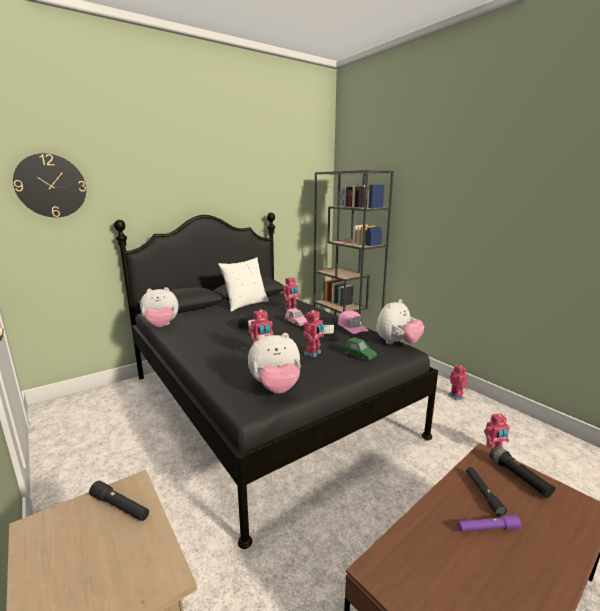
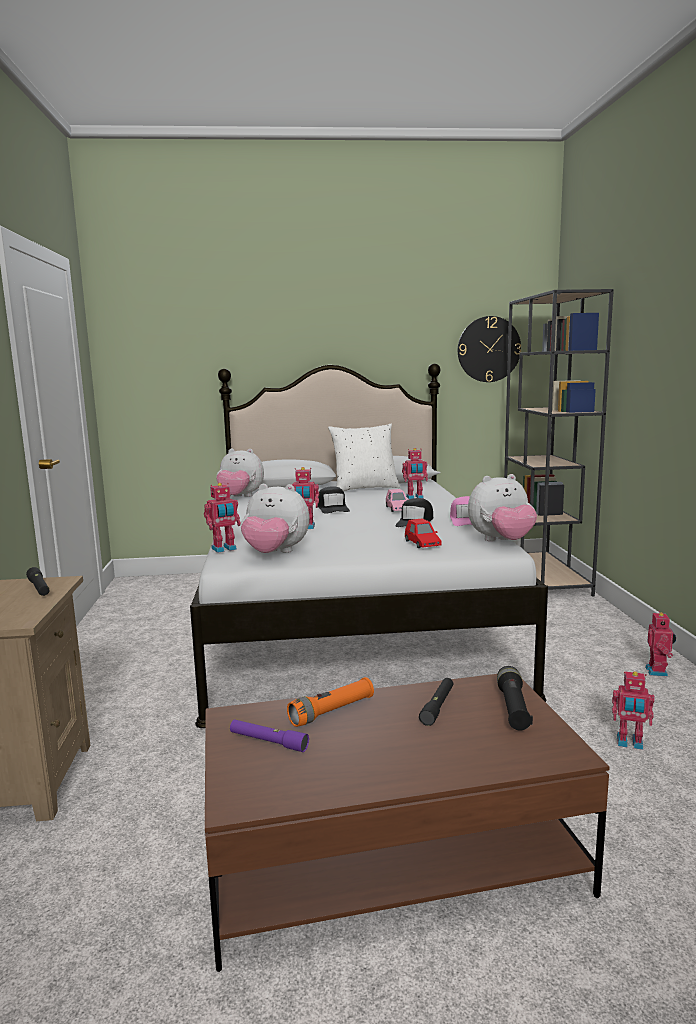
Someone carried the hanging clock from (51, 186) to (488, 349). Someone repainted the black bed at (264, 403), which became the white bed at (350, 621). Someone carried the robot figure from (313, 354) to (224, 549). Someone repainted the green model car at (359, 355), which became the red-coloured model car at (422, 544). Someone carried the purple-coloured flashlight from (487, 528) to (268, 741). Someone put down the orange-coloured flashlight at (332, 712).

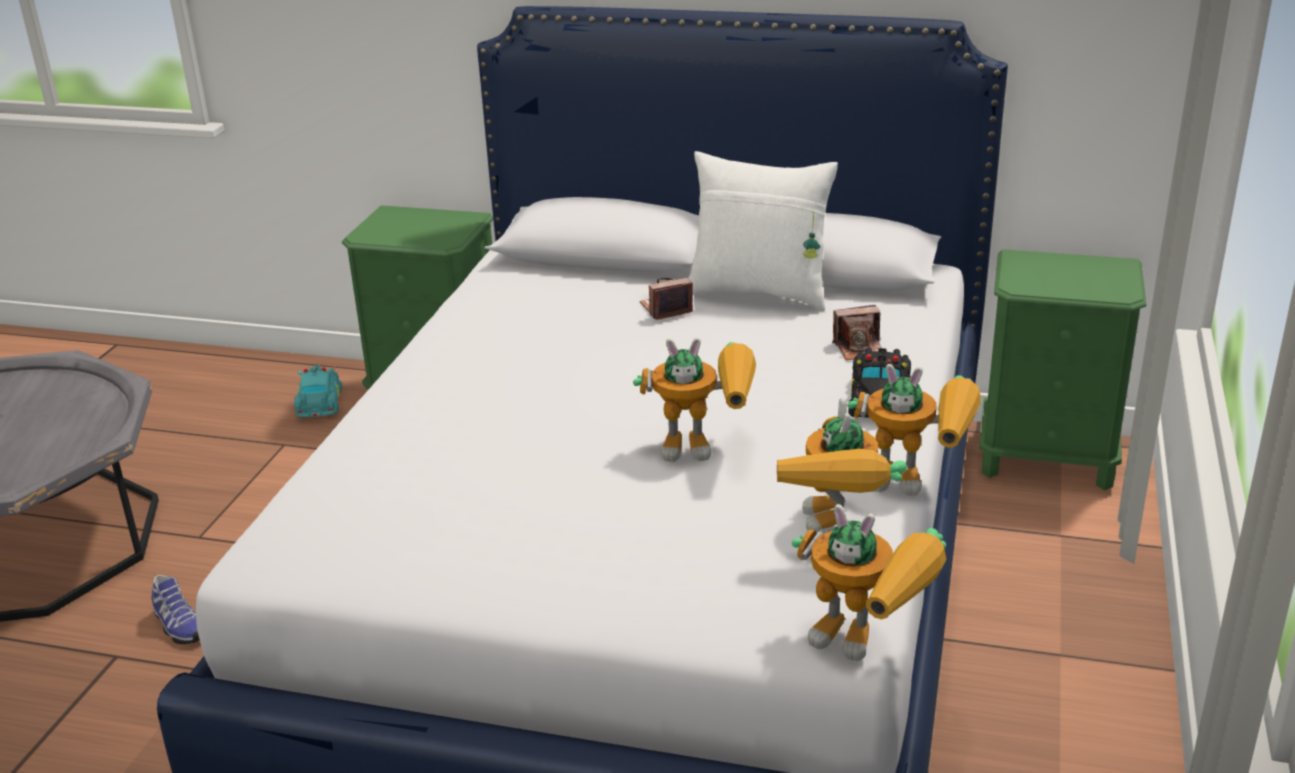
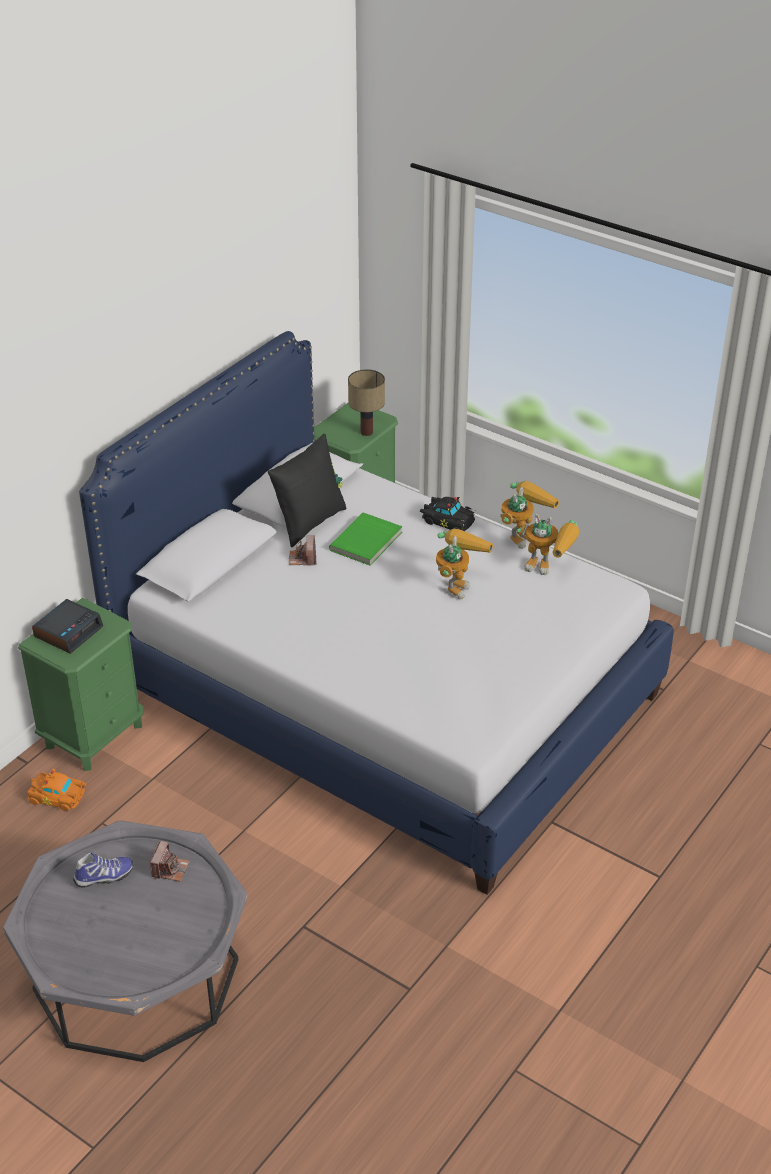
Someone carried the item of footwear from (179, 626) to (104, 877). Someone repainted the blue-green model car at (318, 405), which became the orange-coloured model car at (58, 797). Someone repainted the white cushion at (758, 294), which became the black cushion at (309, 523). Someone took away the robot figure at (869, 643). Someone carried the photo camera from (859, 349) to (170, 869). Someone put down the alarm clock at (68, 631). Someone put down the green book at (367, 541). Someone put down the tabletop lamp at (367, 432).

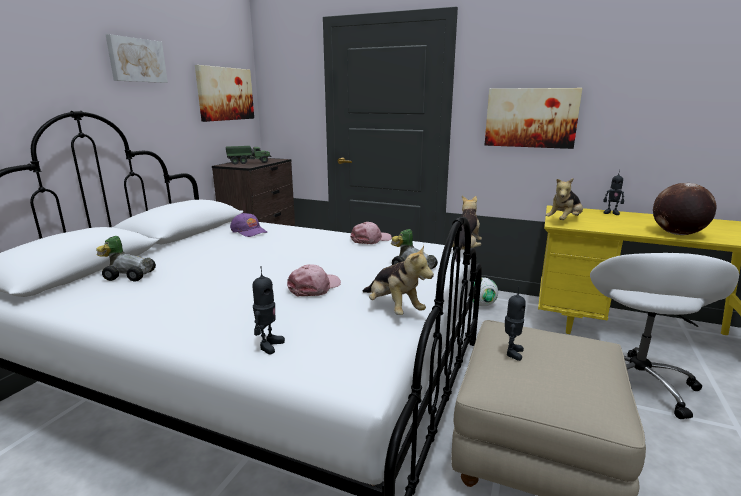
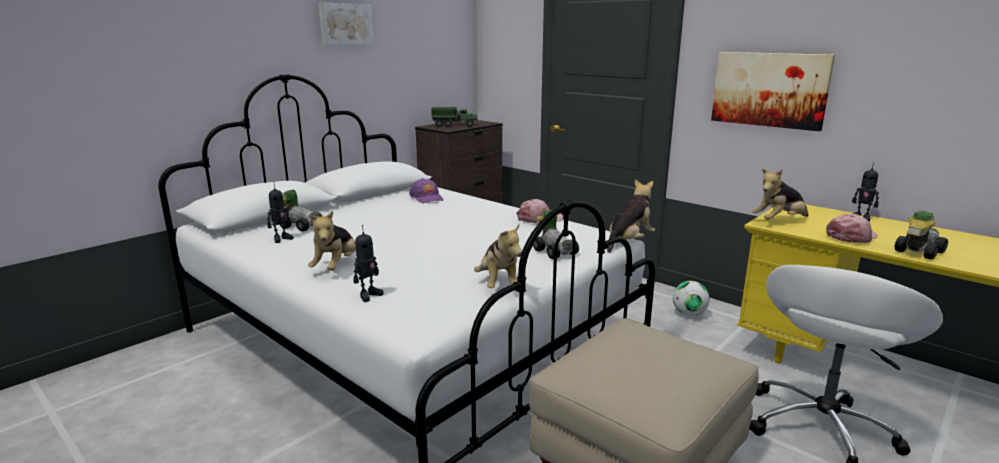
Someone took away the wall art at (225, 94). Someone carried the pink baseball cap from (315, 287) to (851, 236). Someone carried the robot figure from (512, 353) to (281, 239). Someone swapped the desk globe at (677, 234) for the model car at (916, 252). Someone put down the cuddly toy at (336, 266).

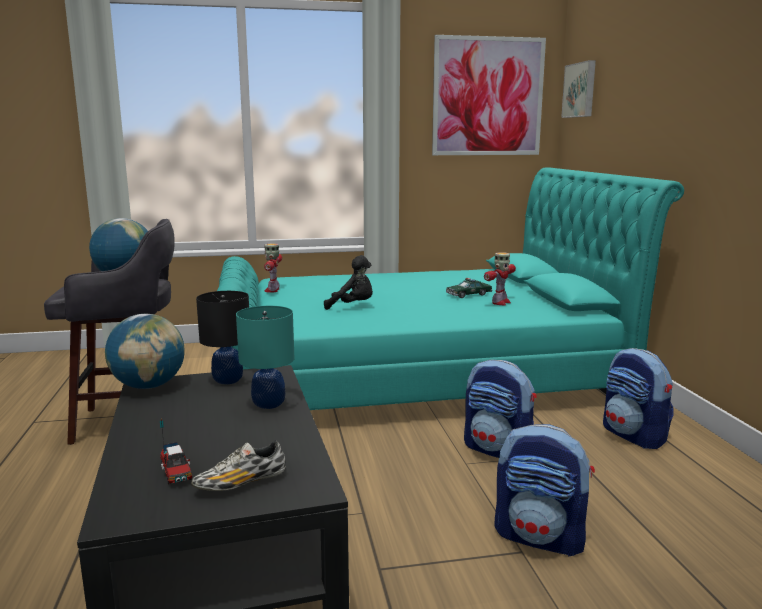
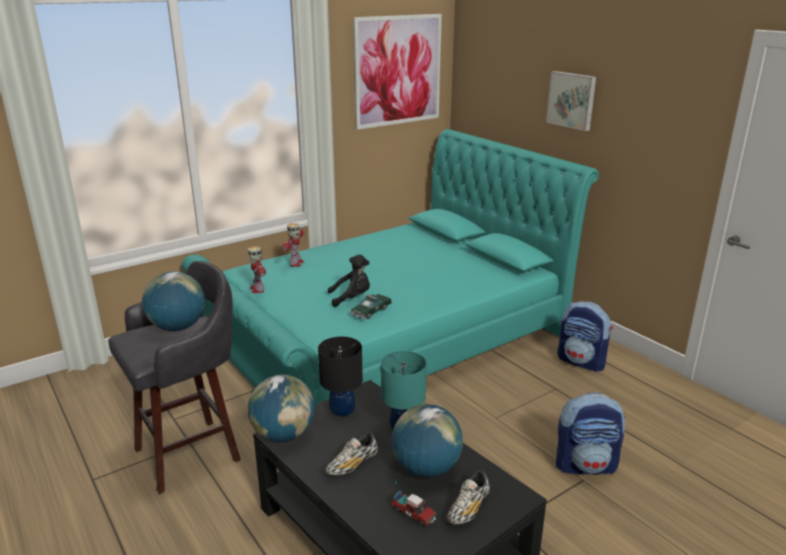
Someone carried the model car from (468, 295) to (371, 311). Someone took away the rucksack at (498, 450). Someone carried the robot figure from (500, 303) to (296, 263). Someone carried the wall art from (580, 90) to (572, 100). Someone put down the item of footwear at (352, 465). Someone put down the desk globe at (426, 468).

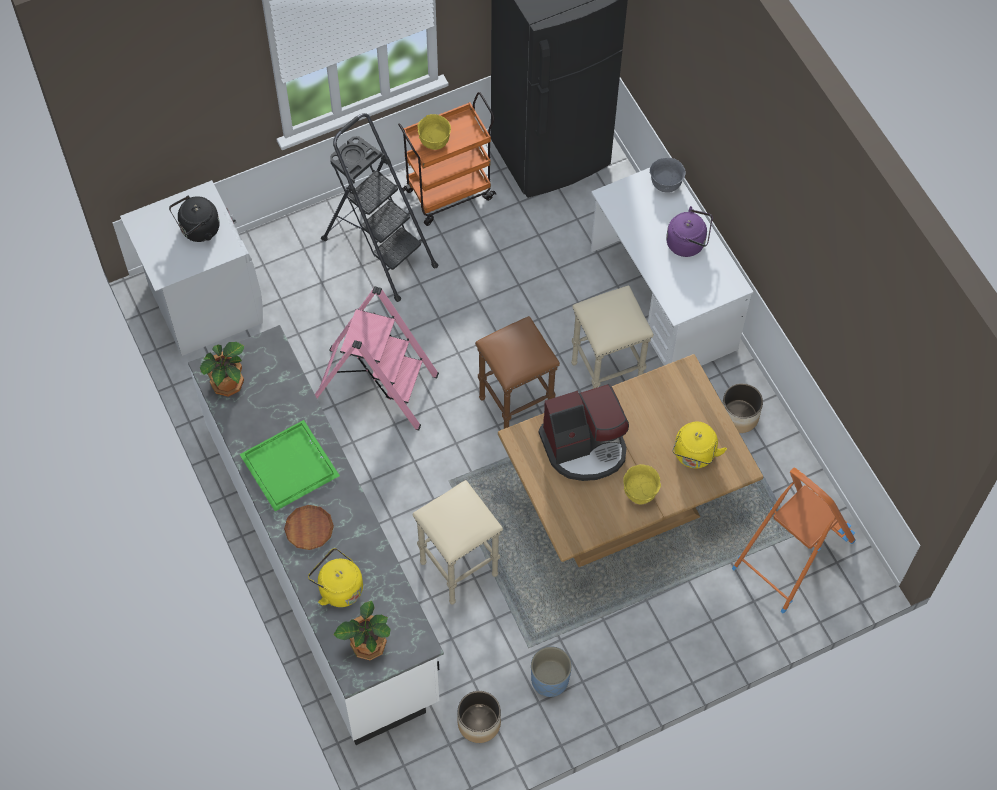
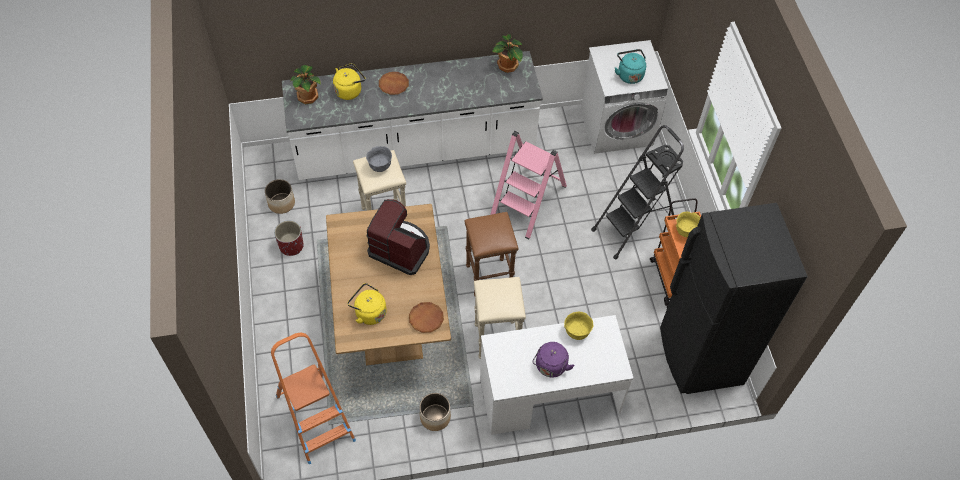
Someone repainted the black kettle at (198, 230), which became the blue-green kettle at (629, 74). Someone took away the green carrying tray at (291, 467). Someone repainted the bluish planter at (549, 680), which became the red-coloured planter at (291, 246). Someone rotated the coffee maker at (585, 447) by 120 degrees clockwise. Someone carried the yellow-coloured deep dish from (640, 492) to (577, 332). Someone carried the greyish deep dish from (665, 184) to (380, 166). Someone put down the brown-coloured dinner plate at (426, 318).

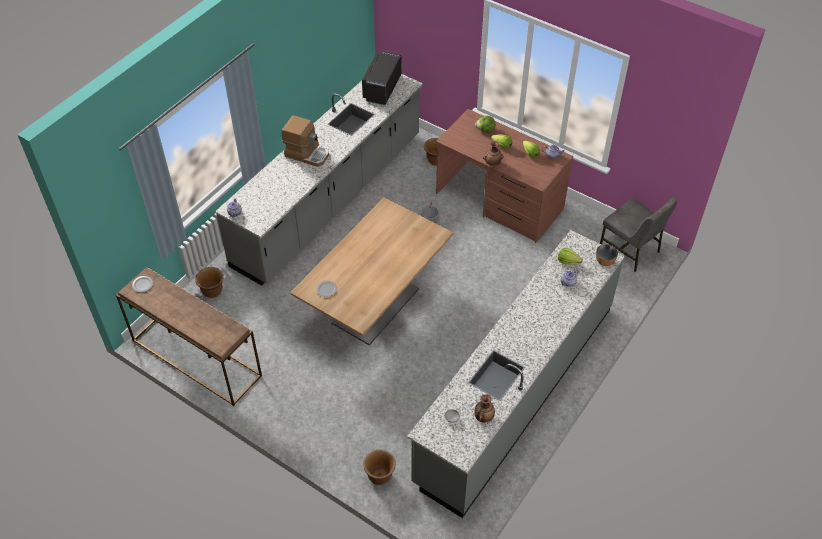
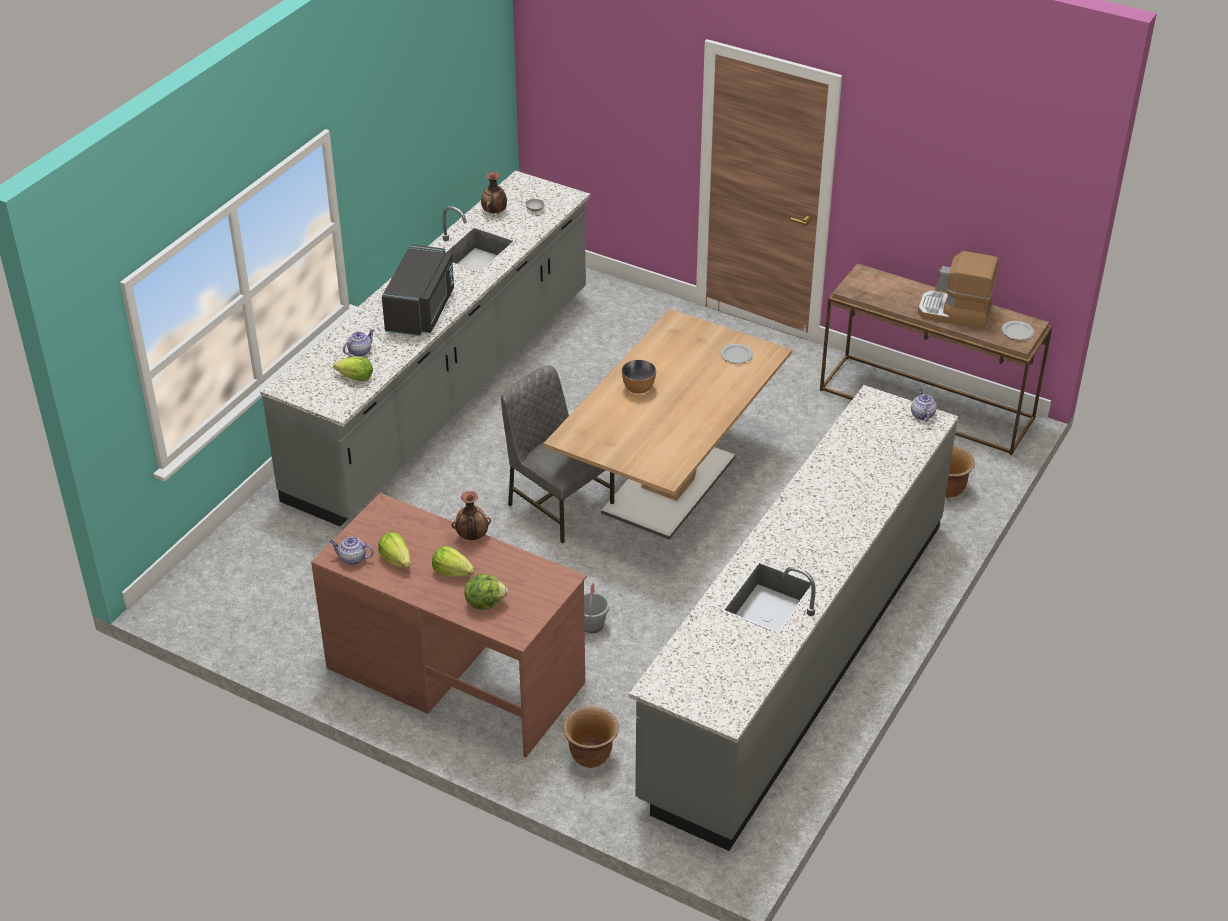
Someone carried the coffee maker from (307, 154) to (954, 313). Someone carried the black microwave oven from (381, 88) to (421, 311). Someone took away the brown-coloured planter at (380, 476). Someone carried the deep dish from (605, 262) to (638, 389). Someone carried the greyish chair from (630, 250) to (558, 505).

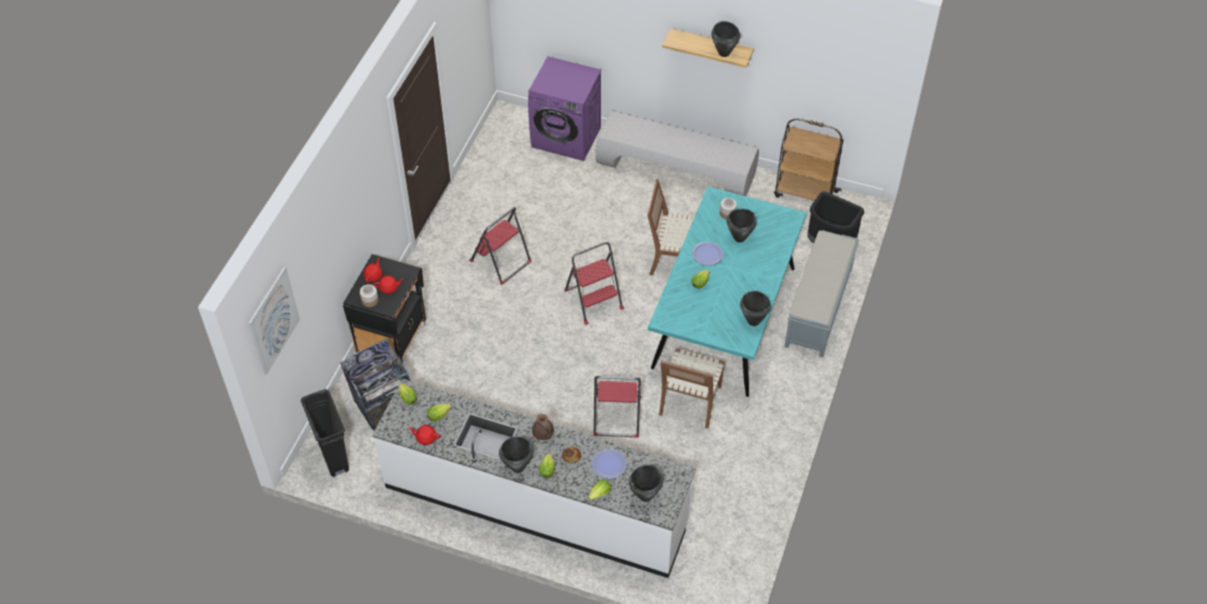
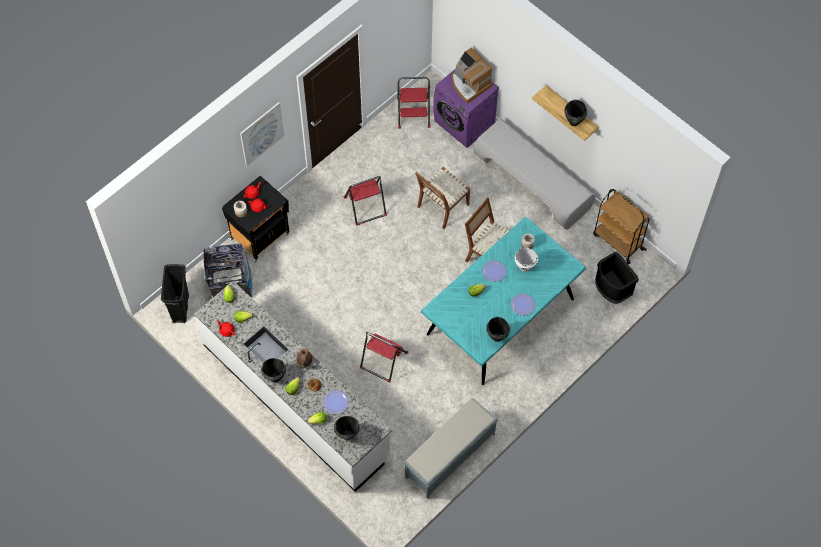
Someone carried the wall art from (274, 320) to (262, 134). Someone carried the red-coloured step stool from (593, 297) to (413, 111). Someone carried the chair from (689, 403) to (441, 207). Someone repainted the black cooking pot at (739, 238), which became the white cooking pot at (524, 267). Someone carried the greyish bench from (818, 309) to (449, 456). Someone put down the coffee maker at (469, 84). Someone put down the dinner plate at (523, 305).

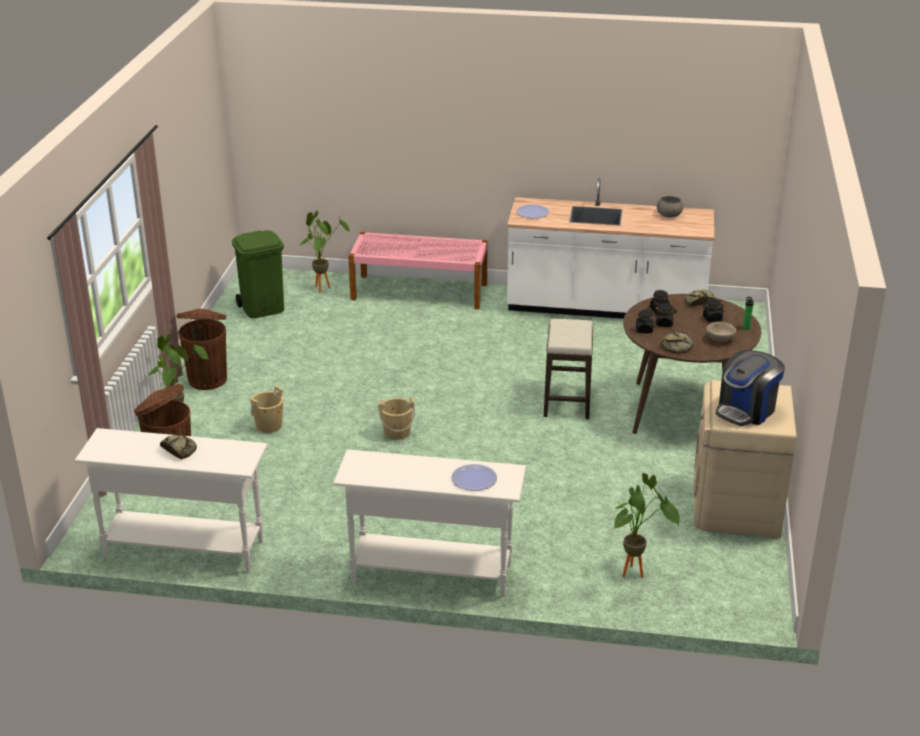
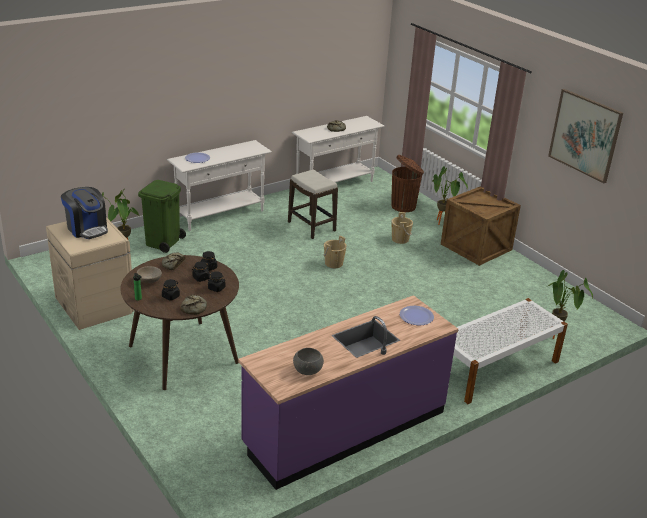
Someone swapped the brown-coloured trash can at (208, 379) for the shipping crate at (477, 247). Someone carried the green trash can from (263, 308) to (163, 242). Someone repainted the pink bench at (419, 291), which became the white bench at (496, 368). Someone repainted the white kitchen base unit at (605, 308), which became the purple-coloured kitchen base unit at (345, 429). Someone carried the stool from (567, 401) to (311, 226). Someone rotated the coffee maker at (746, 410) by 135 degrees clockwise. Someone put up the wall art at (585, 135).

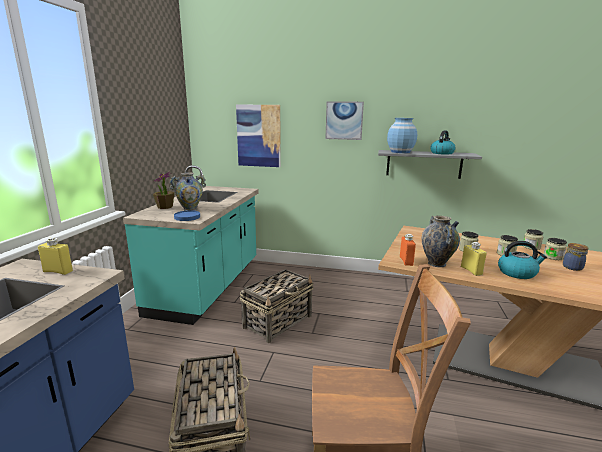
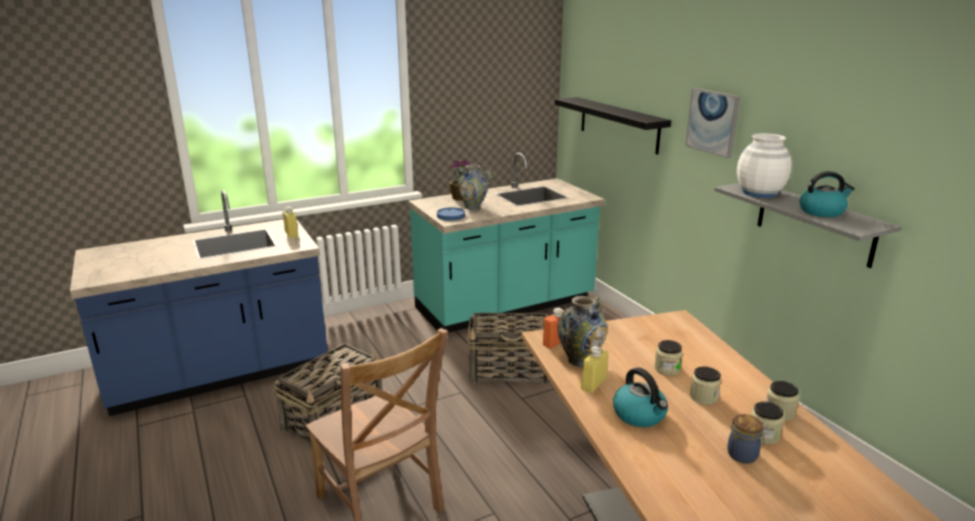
Someone swapped the wall art at (259, 136) for the black wall shelf at (618, 124). Someone repainted the bluish decorative vase at (400, 152), which became the white decorative vase at (759, 193).

